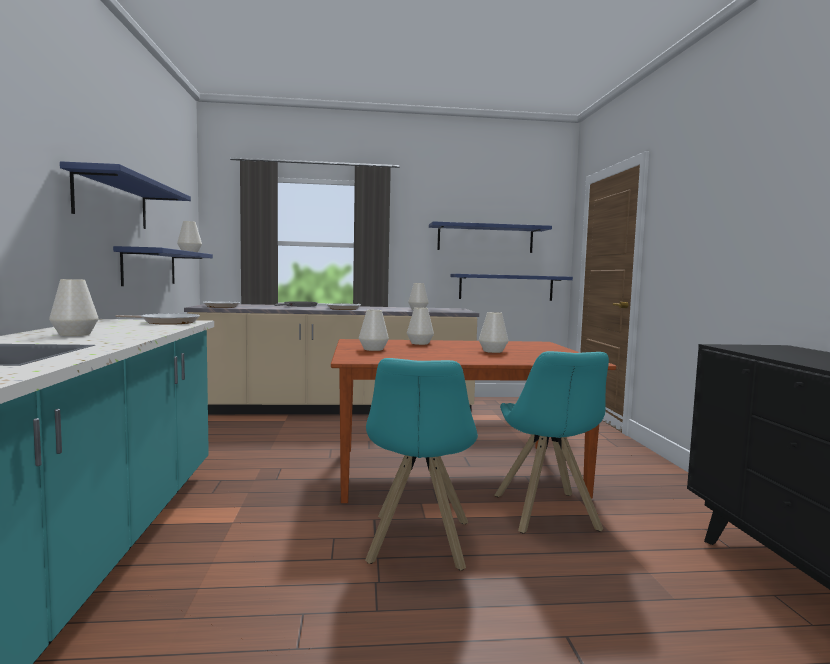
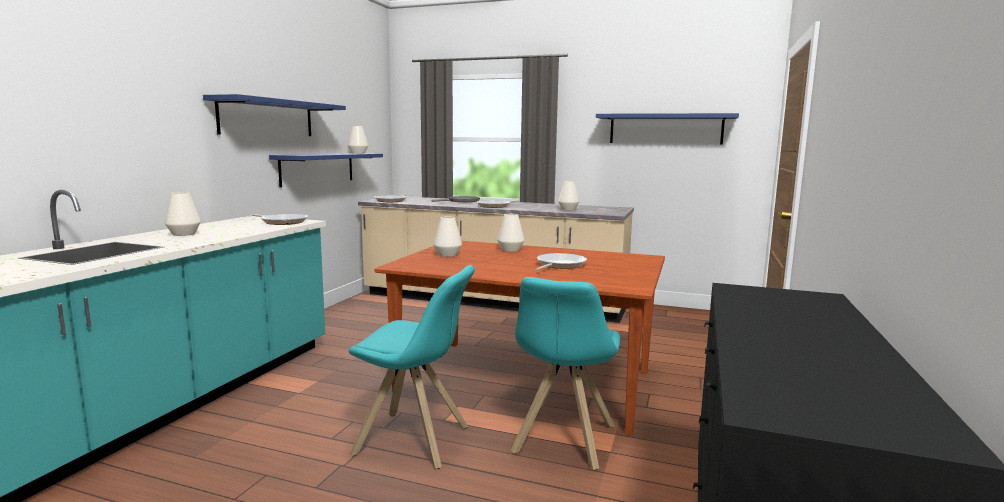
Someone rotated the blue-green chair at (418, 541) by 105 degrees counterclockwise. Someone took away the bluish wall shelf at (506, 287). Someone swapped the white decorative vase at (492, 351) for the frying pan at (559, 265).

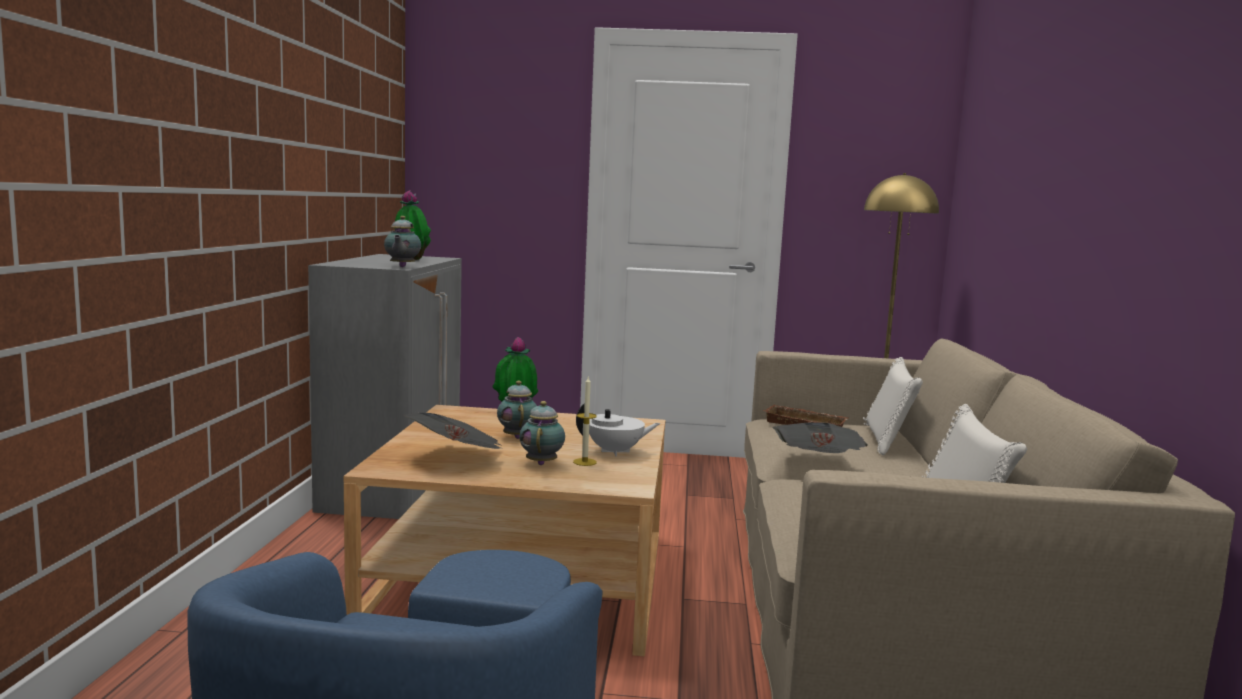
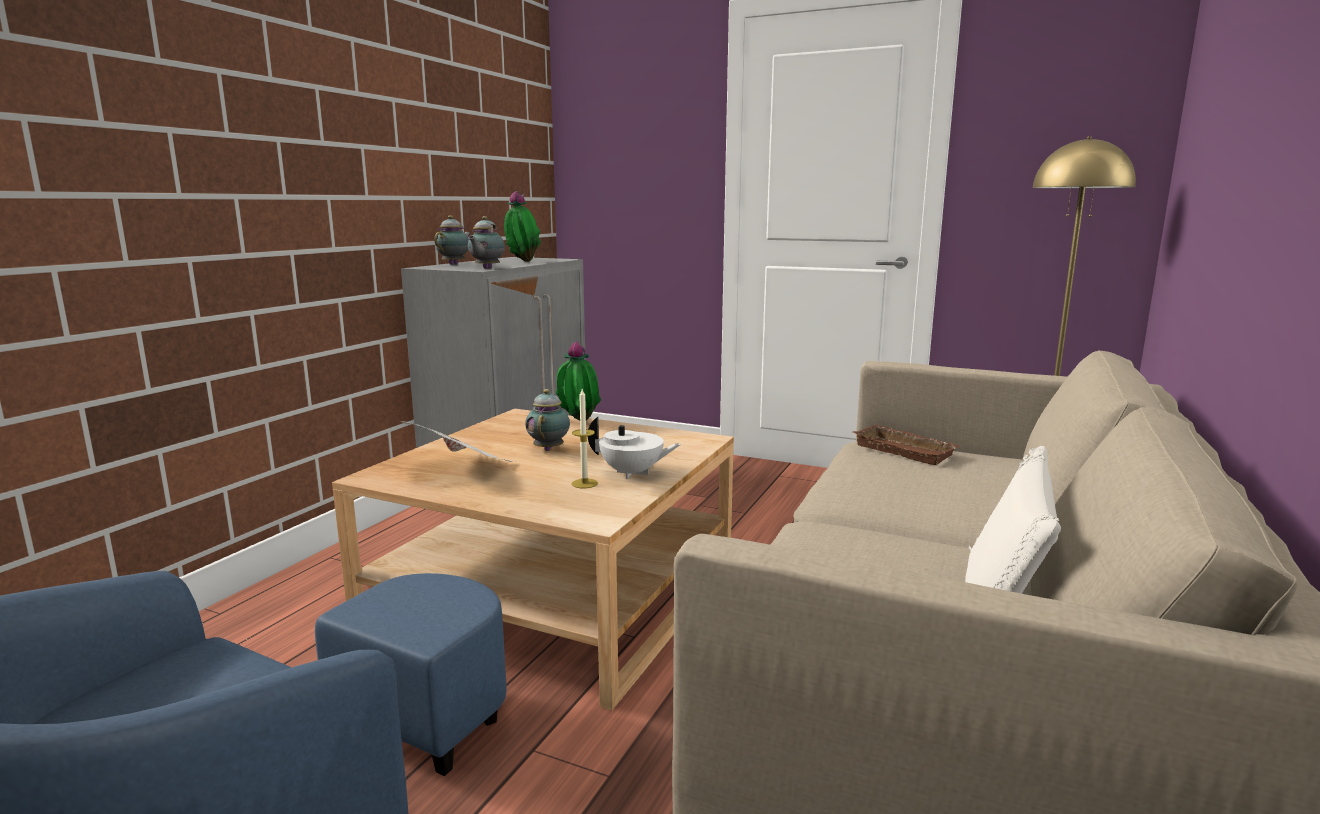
Someone carried the pot for tea from (542, 463) to (455, 264). Someone took away the daily paper at (818, 463). Someone took away the white cushion at (887, 440).

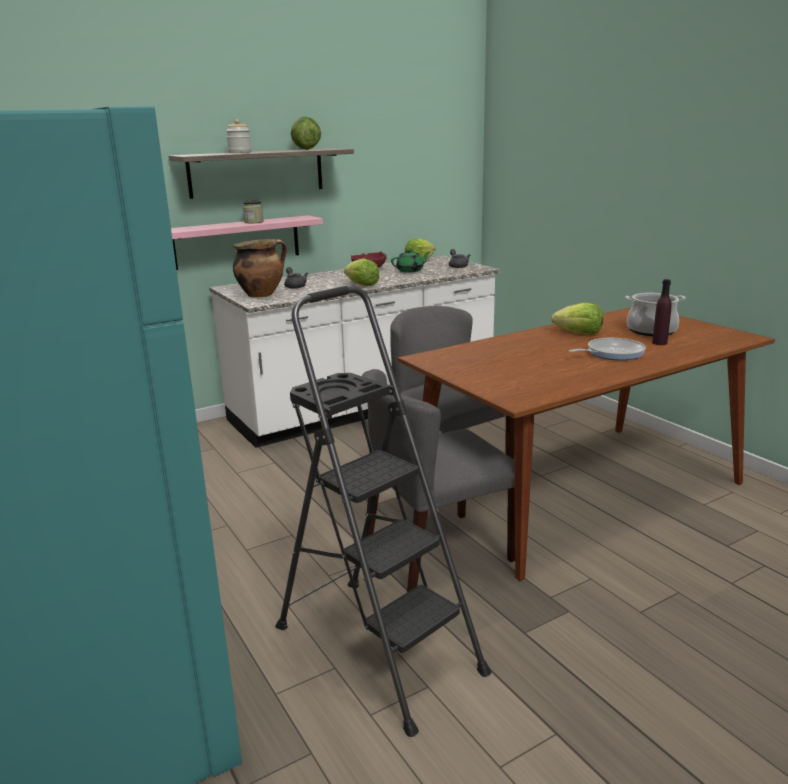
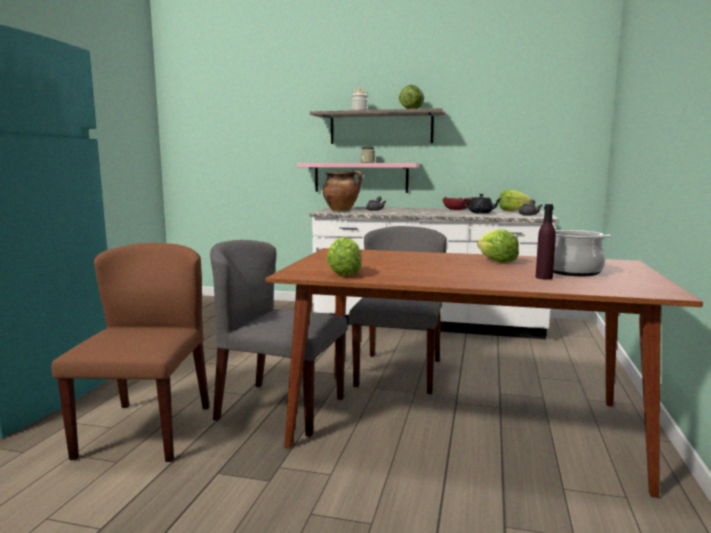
Someone swapped the step stool at (376, 646) for the brown-coloured chair at (145, 430). Someone carried the lettuce head from (361, 285) to (344, 273). Someone repainted the green pot for tea at (410, 271), which became the black pot for tea at (481, 212). Someone took away the frying pan at (612, 353).

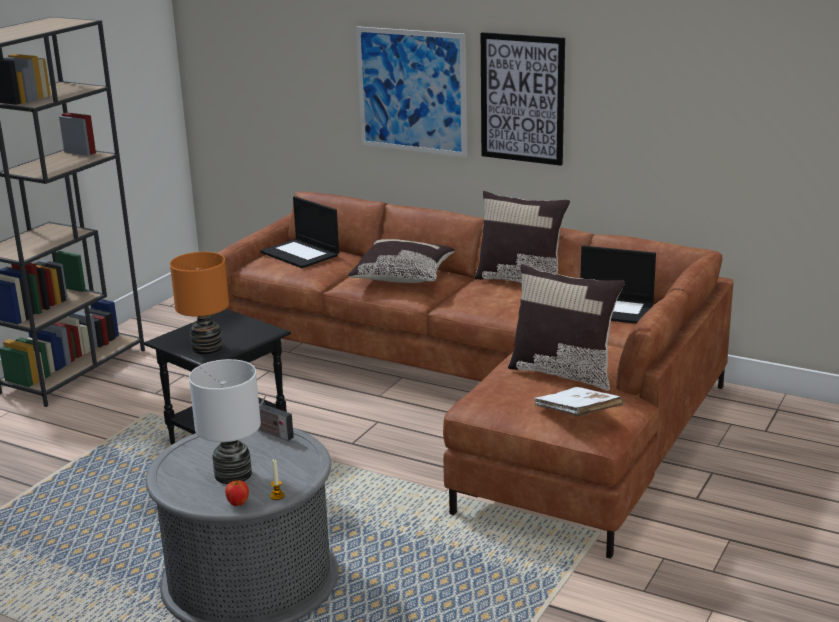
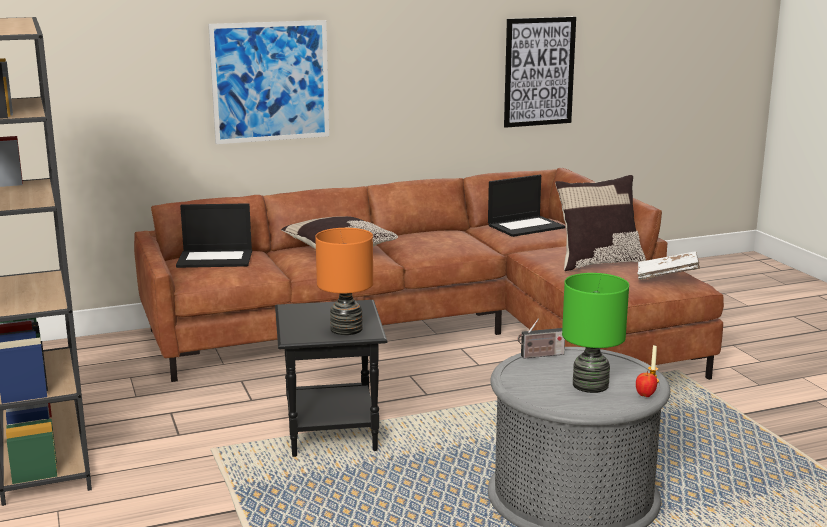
Someone repainted the white tabletop lamp at (233, 474), which became the green tabletop lamp at (590, 385). Someone took away the cushion at (521, 281). Someone carried the wall art from (522, 98) to (539, 72).

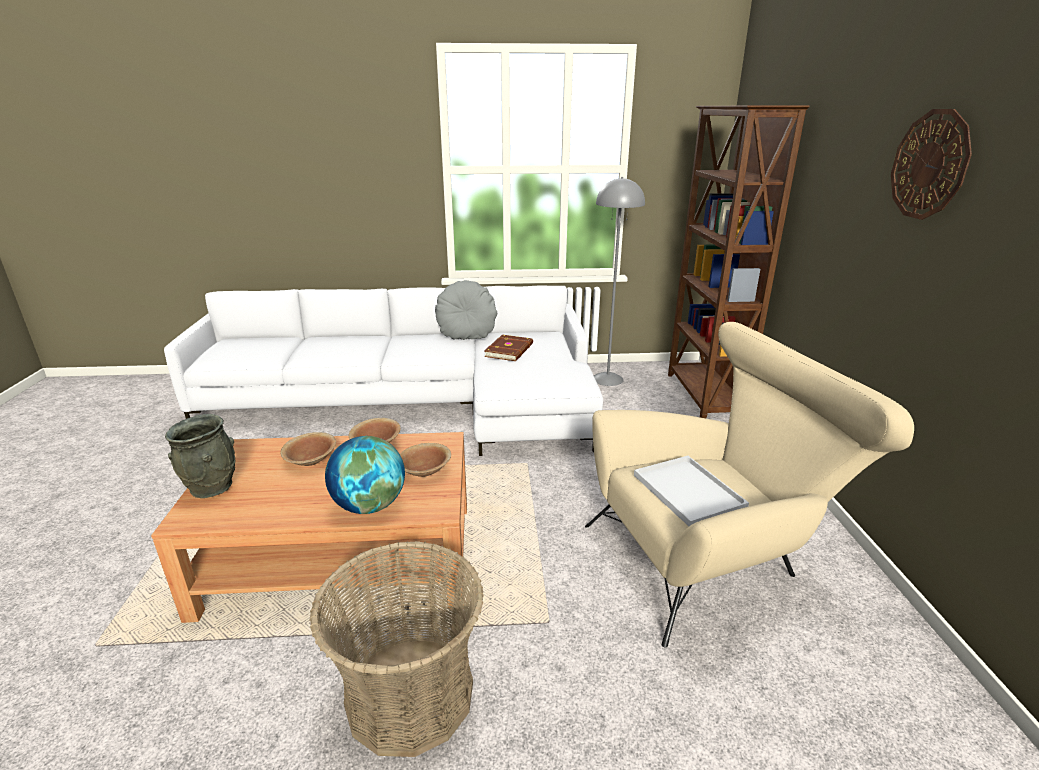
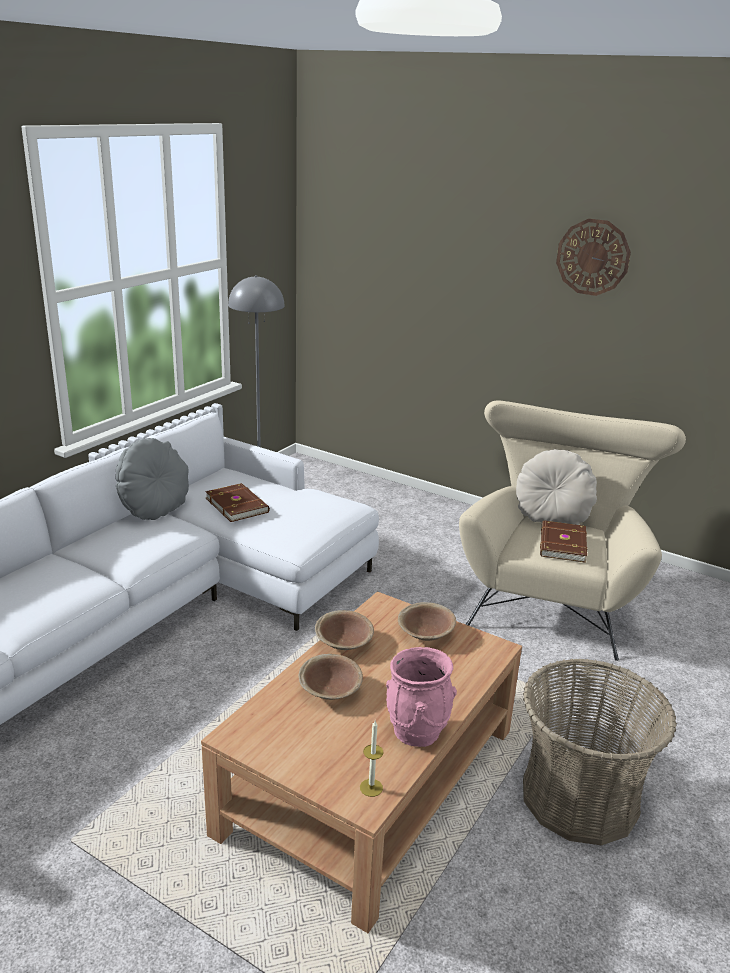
Someone took away the greyish decorative vase at (212, 487). Someone took away the desk globe at (370, 505). Someone swapped the white carrying tray at (686, 490) for the brown-coloured book at (561, 544). Someone took away the brown-coloured shelving unit at (703, 396). Someone put down the candle at (371, 787). Someone put down the pink decorative vase at (417, 731). Someone put down the sand-coloured cushion at (551, 520).

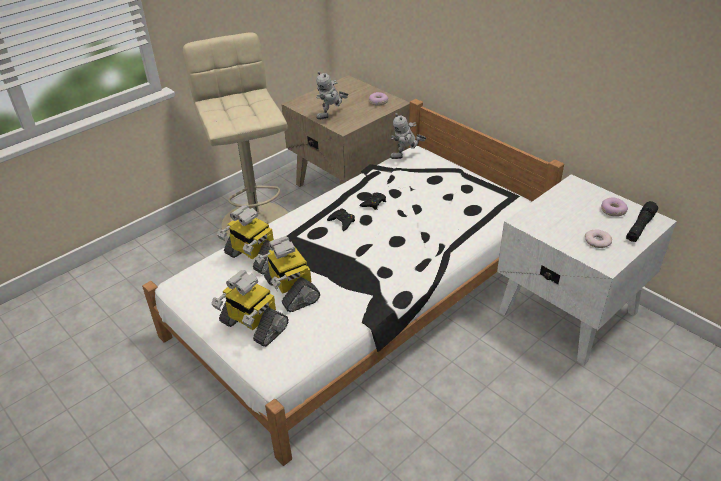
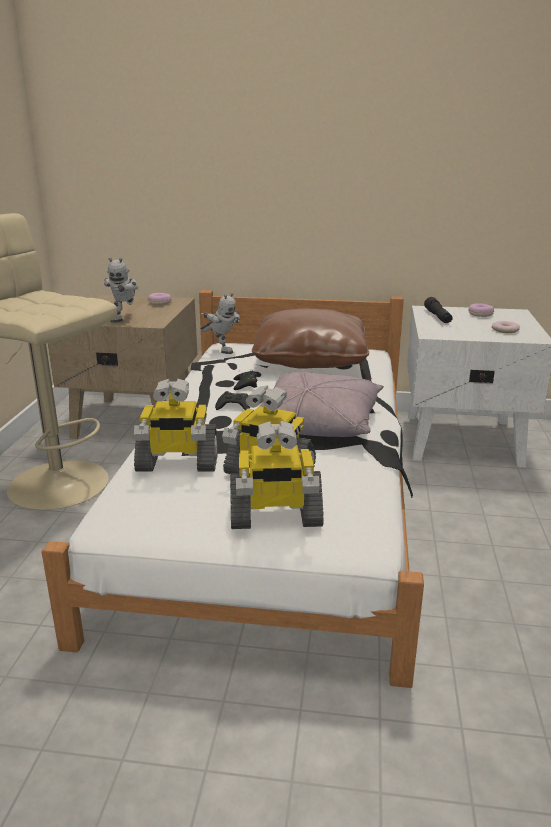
Someone rotated the robot figure at (406, 157) by 75 degrees counterclockwise. Someone carried the black flashlight from (640, 227) to (437, 317). Someone put down the brown-coloured cushion at (310, 360). Someone put down the purple-coloured cushion at (318, 422).

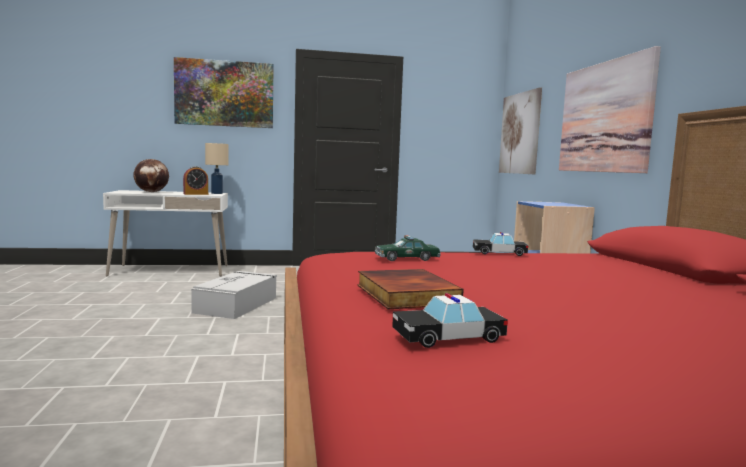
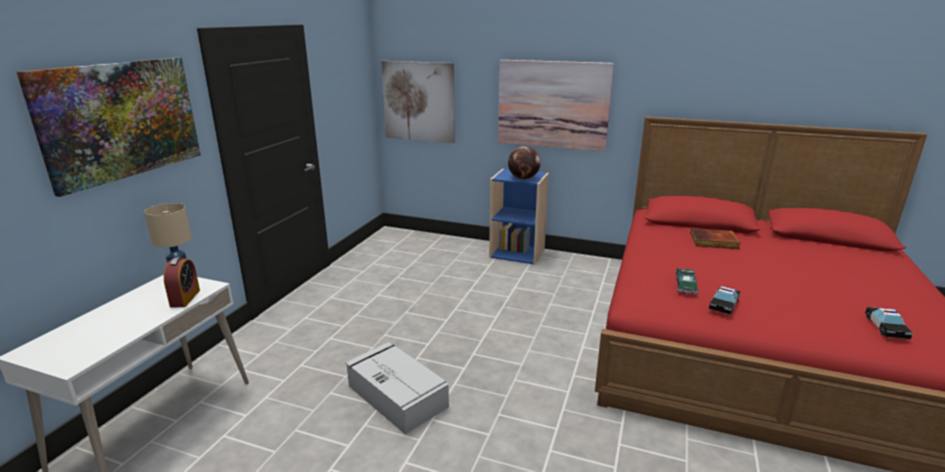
Someone carried the desk globe from (152, 192) to (523, 178). Someone carried the book from (404, 294) to (713, 241). Someone carried the model car from (499, 253) to (723, 305).

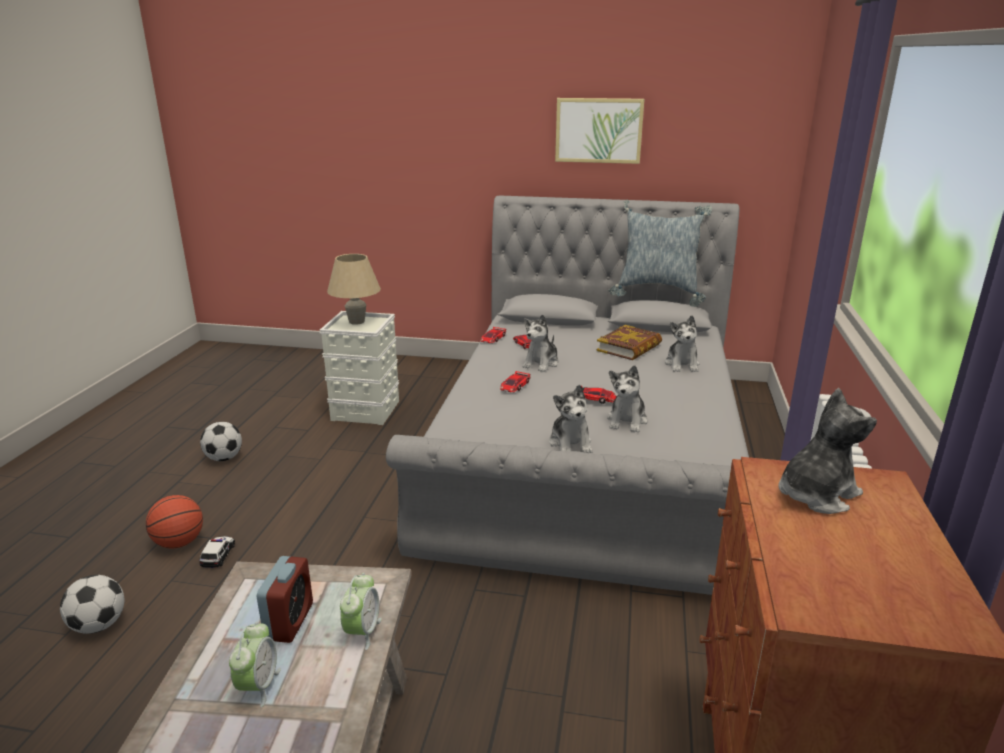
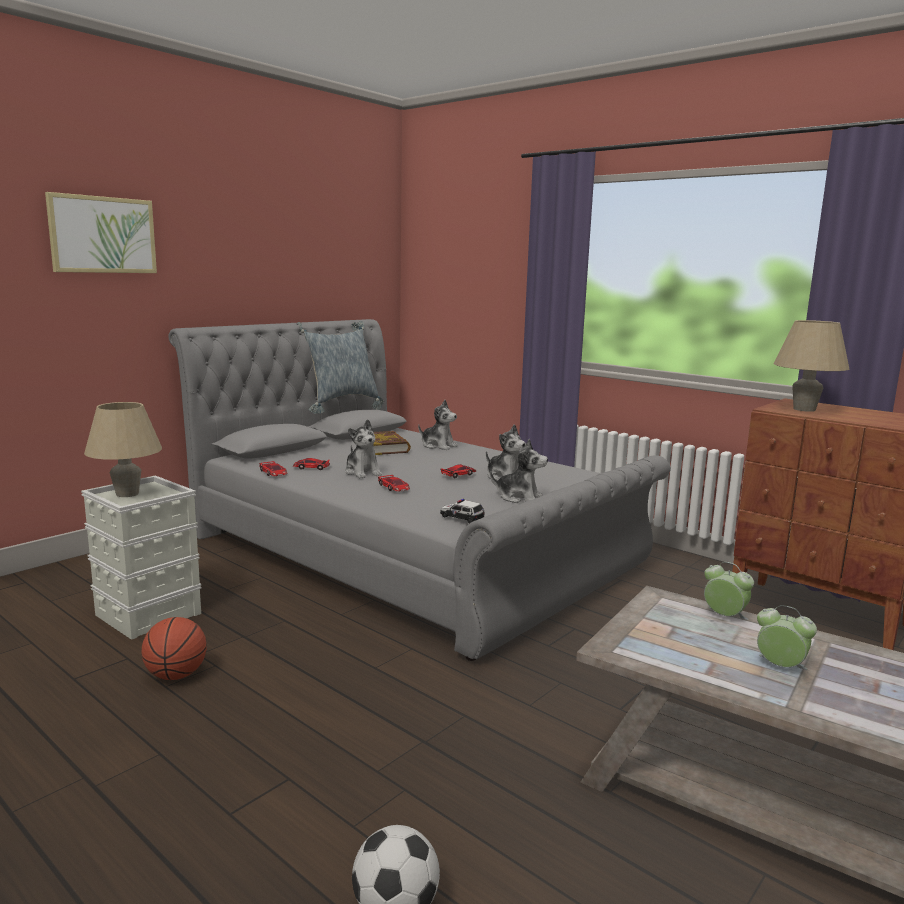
Someone carried the basketball ball from (179, 543) to (176, 675). Someone took away the ball for football at (224, 458). Someone carried the model car from (218, 555) to (461, 517). Someone took away the alarm clock at (289, 621). Someone carried the wall art from (598, 130) to (102, 235). Someone swapped the cuddly toy at (815, 494) for the sand-coloured tabletop lamp at (804, 409).

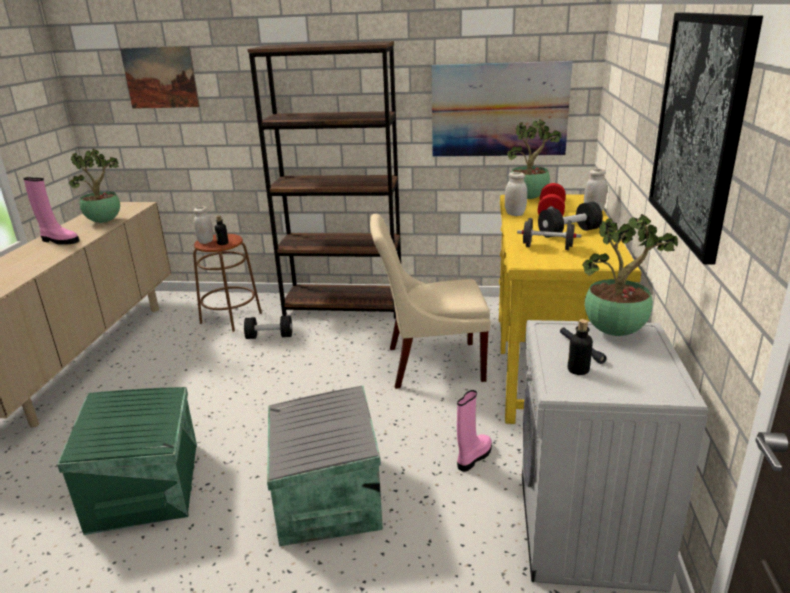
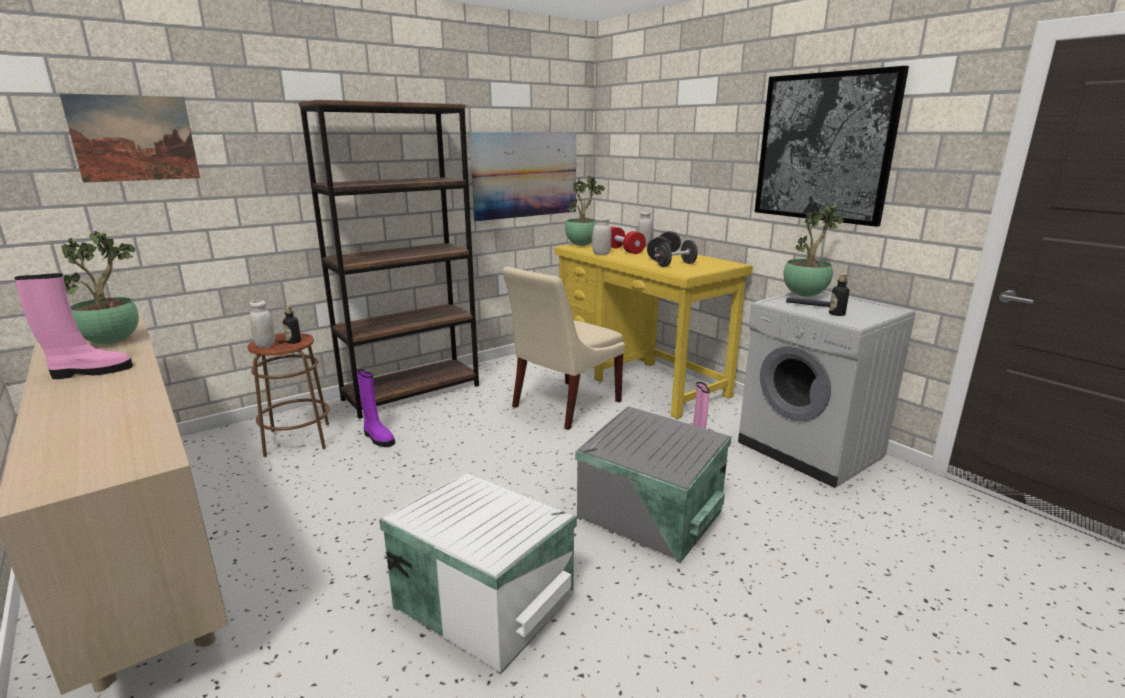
Someone repainted the green storage box at (147, 484), which became the white storage box at (485, 598). Someone swapped the black free weight at (269, 336) for the purple-coloured high-top boot at (378, 438).

